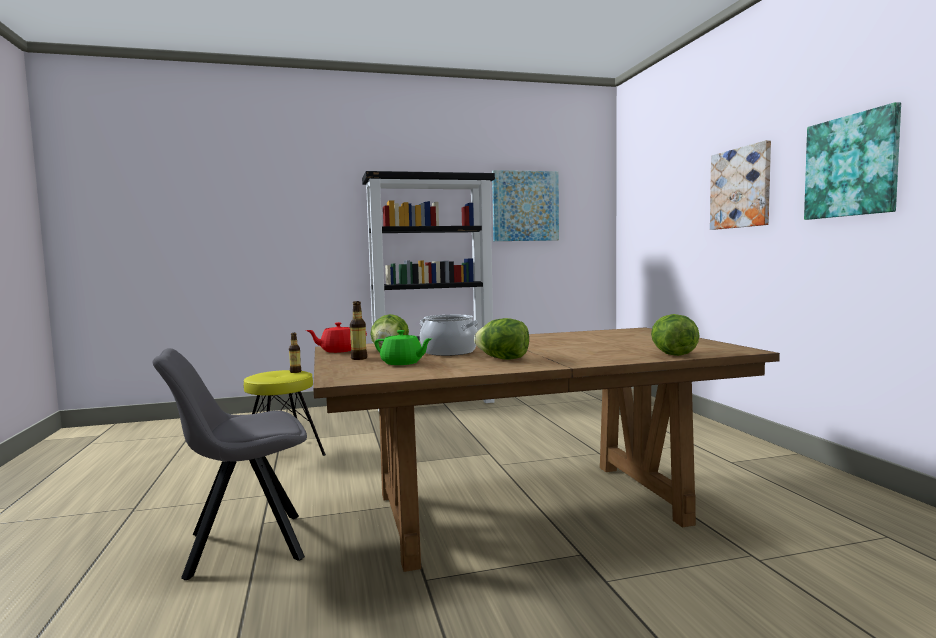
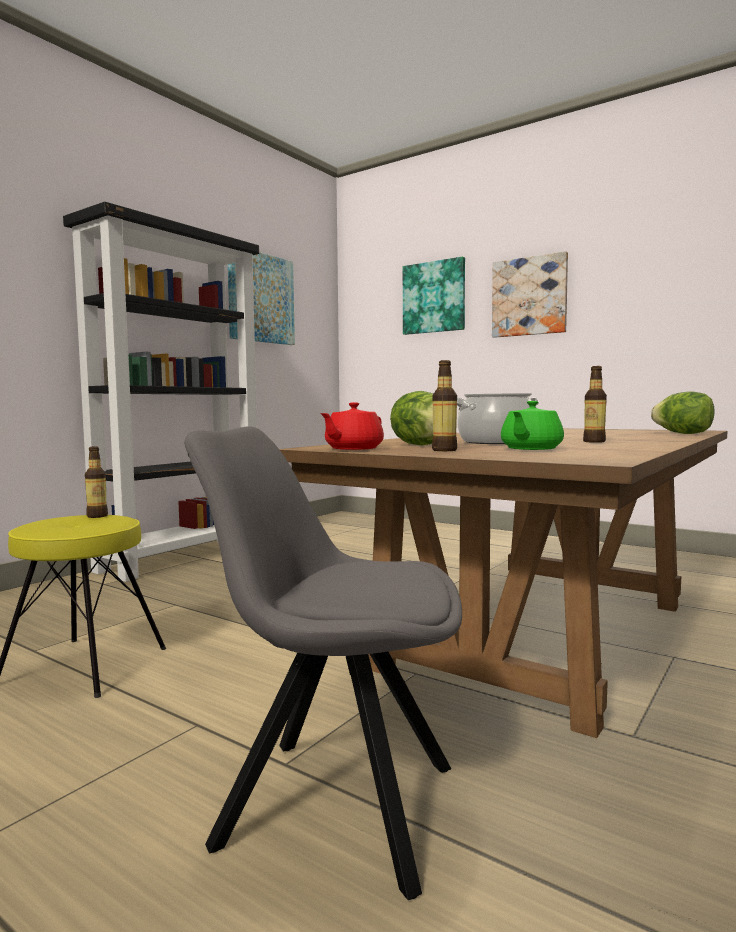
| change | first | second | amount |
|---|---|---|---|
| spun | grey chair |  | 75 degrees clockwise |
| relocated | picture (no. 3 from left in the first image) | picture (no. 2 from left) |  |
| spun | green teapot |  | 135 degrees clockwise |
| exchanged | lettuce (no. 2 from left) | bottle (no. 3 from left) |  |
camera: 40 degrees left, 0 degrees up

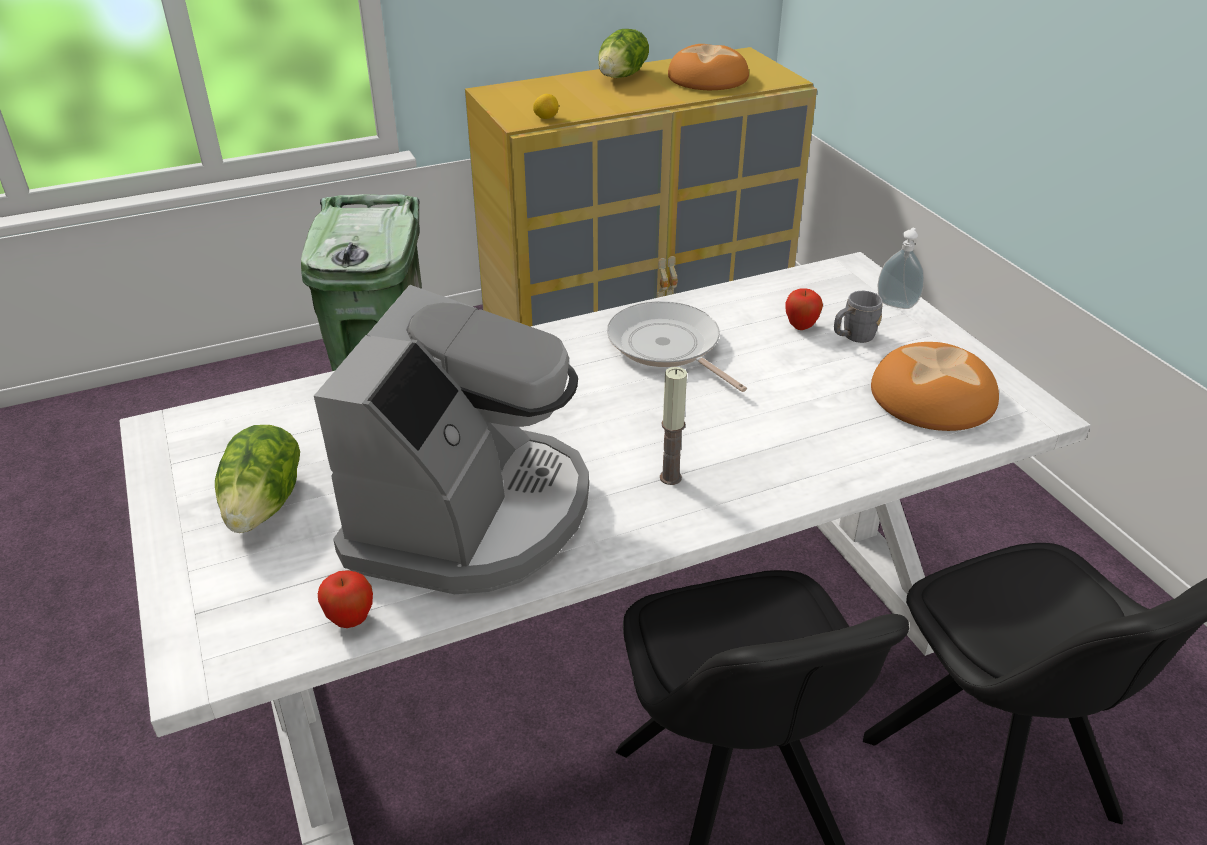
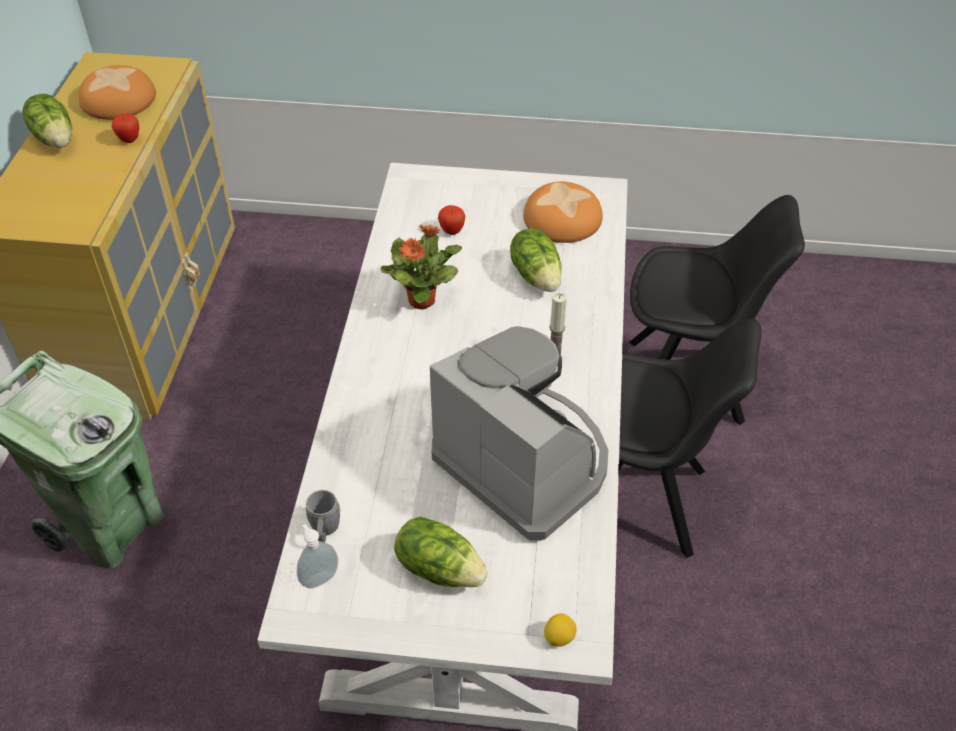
| change | first | second | amount |
|---|---|---|---|
| relocated | apple (no. 1 from left) |  |  |
| relocated | soap dispenser |  |  |
| relocated | grey mug |  |  |
| exchanged | frying pan | potted plant |  |
| appeared |  | lettuce (no. 3 from left) |  |
| relocated | lemon |  |  |
camera: 60 degrees left, 10 degrees up

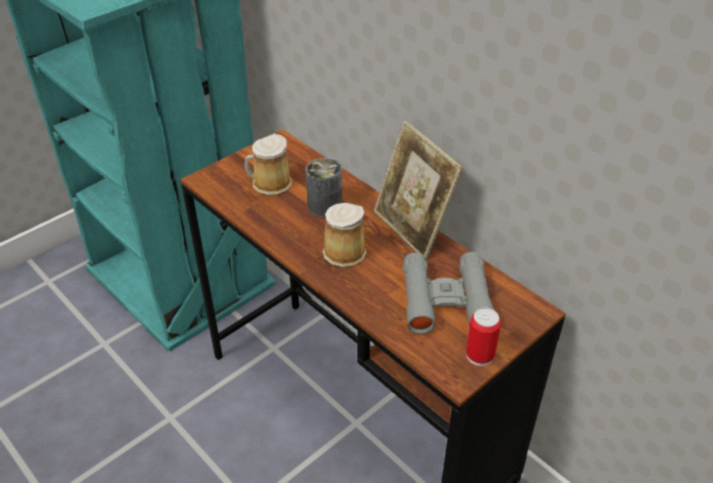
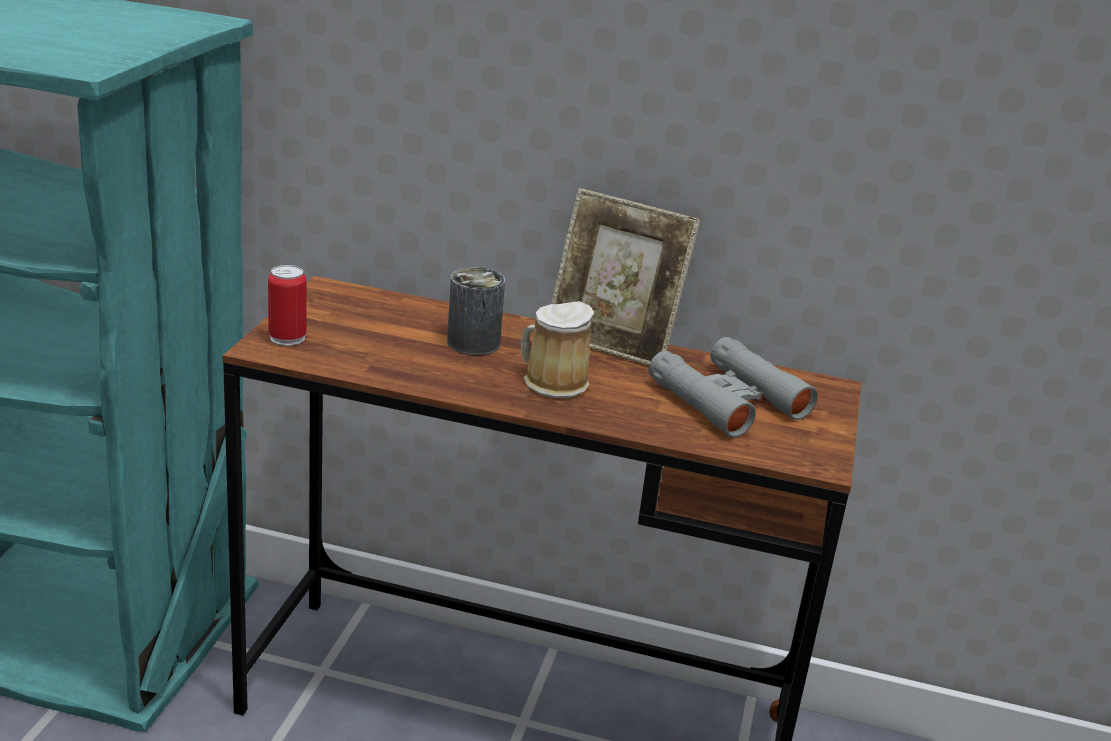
| change | first | second | amount |
|---|---|---|---|
| relocated | can (no. 2 from left in the first image) | can (no. 1 from left) |  |
| missing | mug (no. 1 from left) |  |  |
camera: 35 degrees left, 15 degrees down

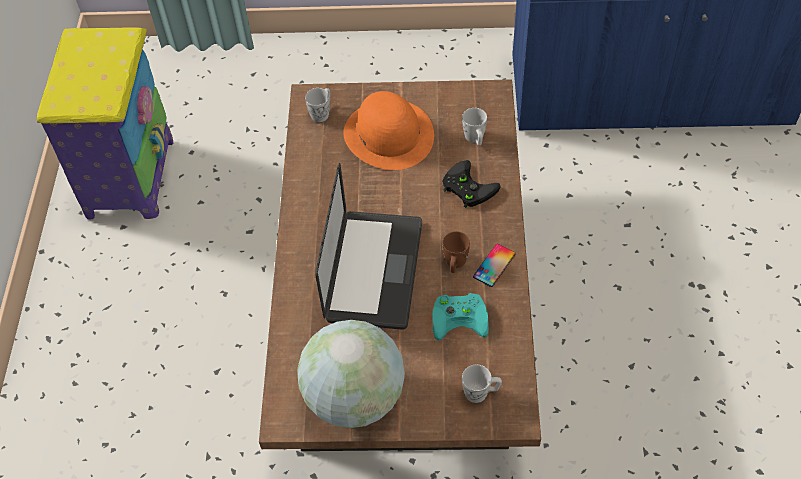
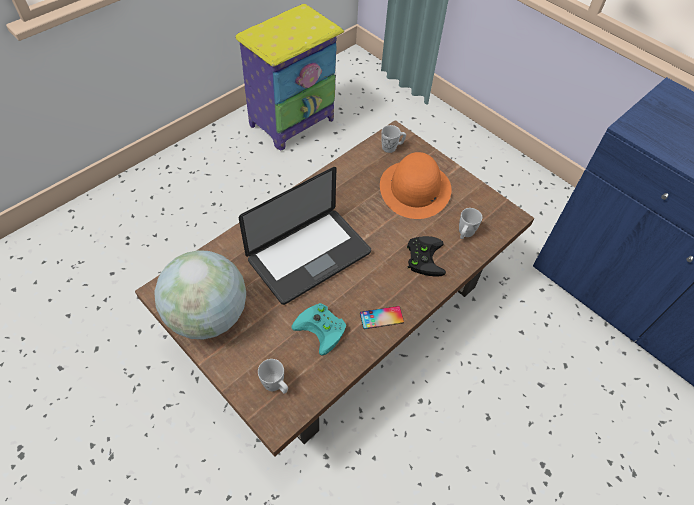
| change | first | second | amount |
|---|---|---|---|
| missing | brown mug |  |  |
camera: 40 degrees right, 0 degrees up

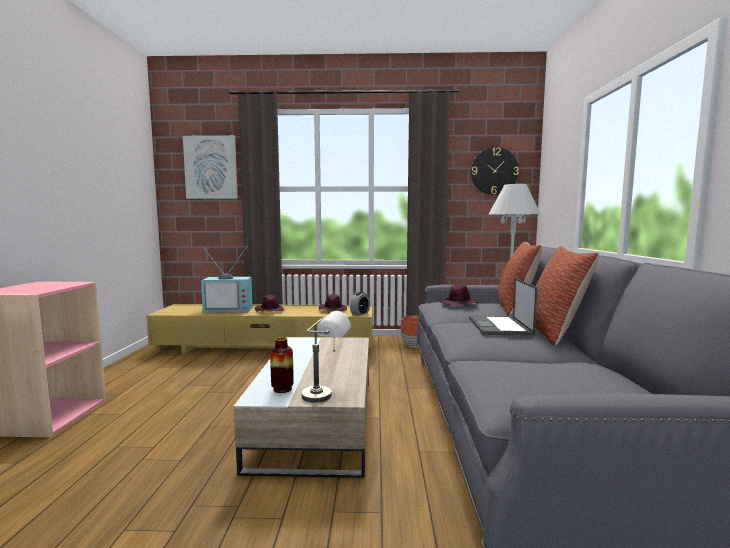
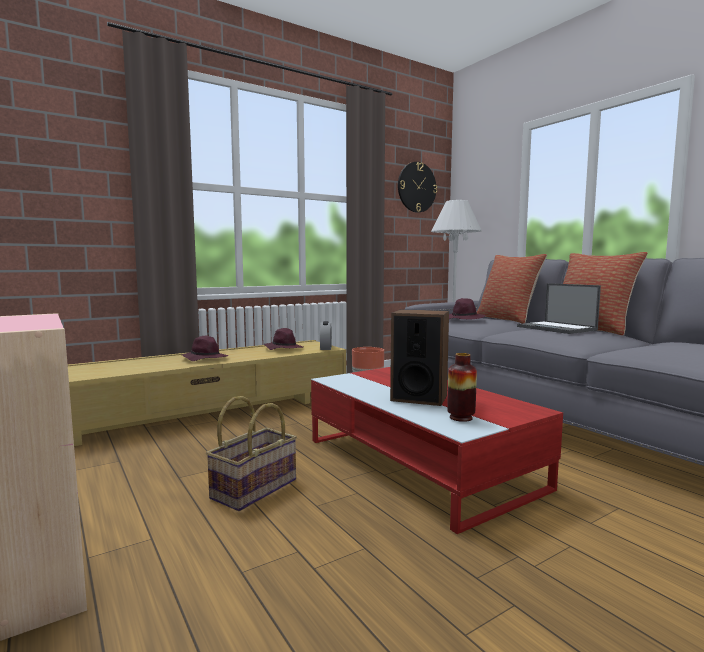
| change | first | second | amount |
|---|---|---|---|
| appeared |  | basket |  |
| colour | beige coffee table | red coffee table |  |
| appeared |  | speaker |  |
| missing | picture |  |  |
| missing | television |  |  |
| missing | grey table lamp |  |  |
camera: 35 degrees left, 0 degrees up

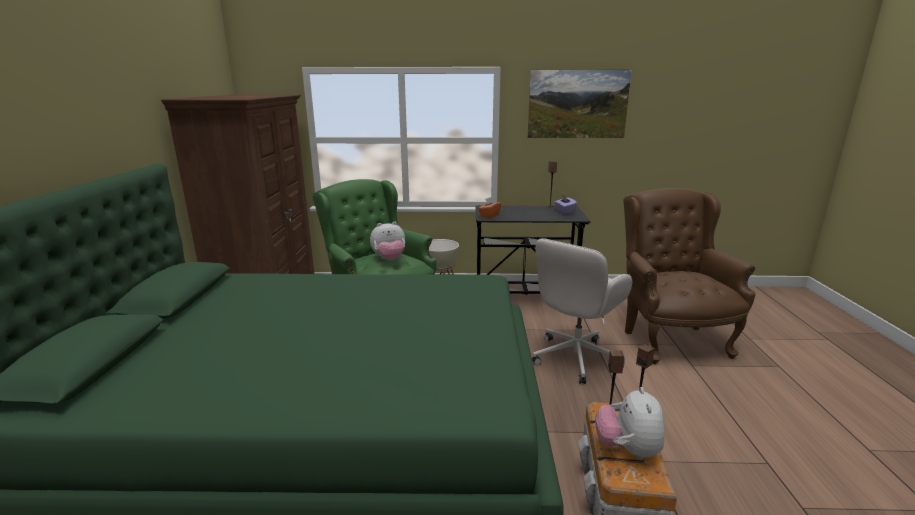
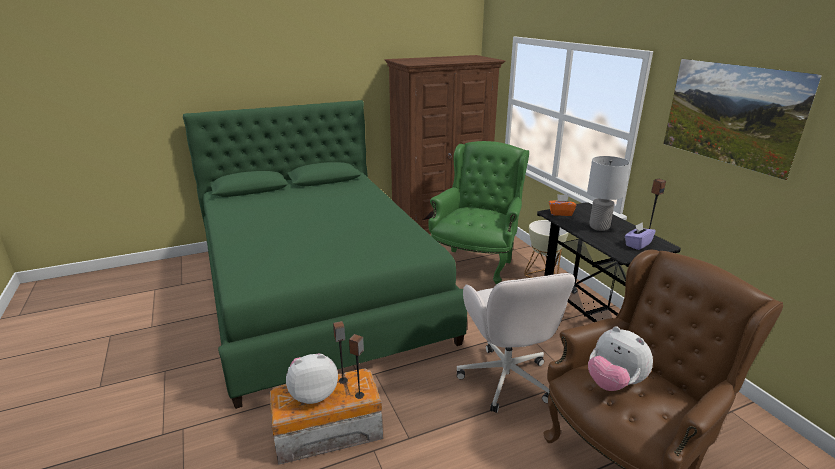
| change | first | second | amount |
|---|---|---|---|
| spun | white office chair |  | 120 degrees counterclockwise |
| appeared |  | grey table lamp |  |
| relocated | plush toy (no. 1 from left in the first image) | plush toy (no. 2 from left) |  |
camera: 65 degrees right, 5 degrees up

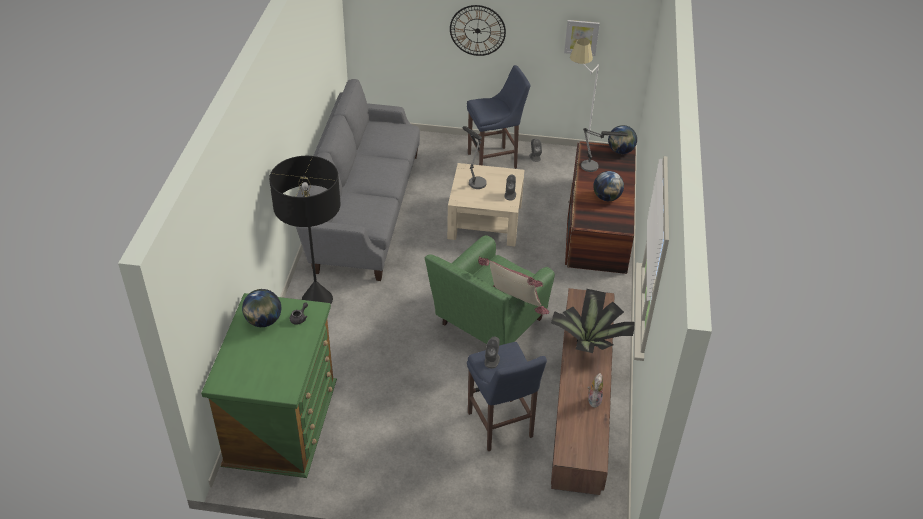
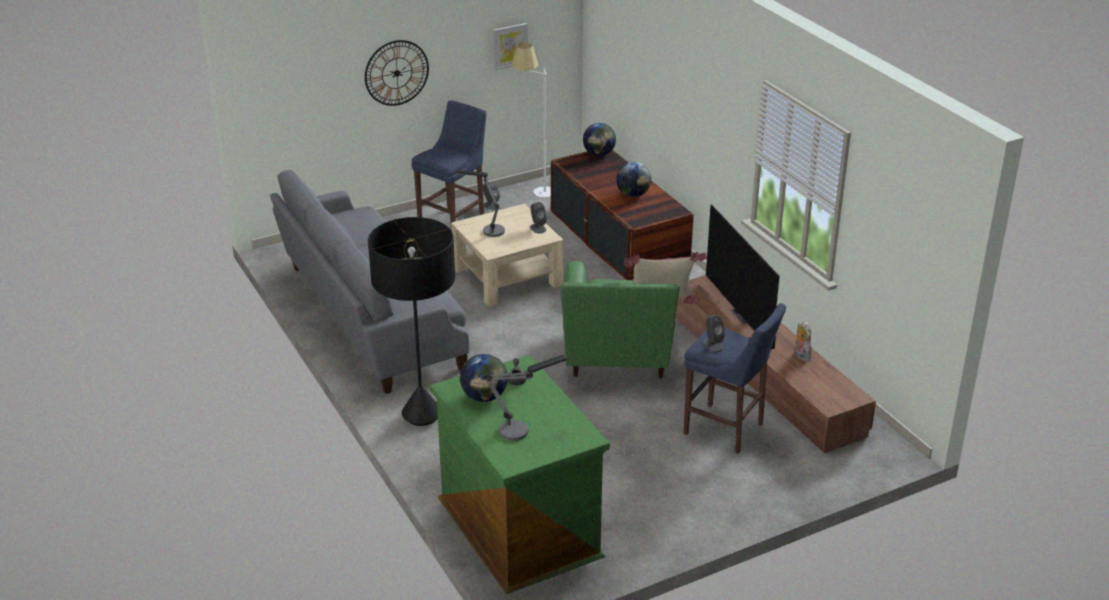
| change | first | second | amount |
|---|---|---|---|
| relocated | table lamp (no. 2 from left) |  |  |
| exchanged | potted plant | television |  |
camera: 35 degrees left, 10 degrees down

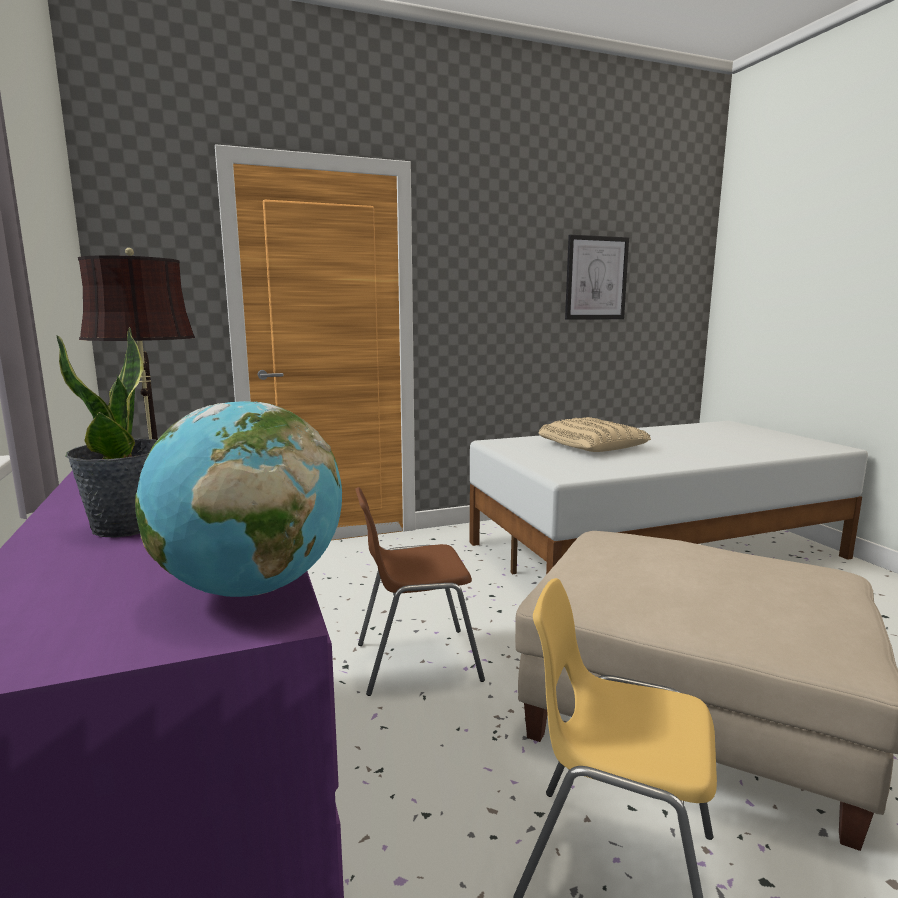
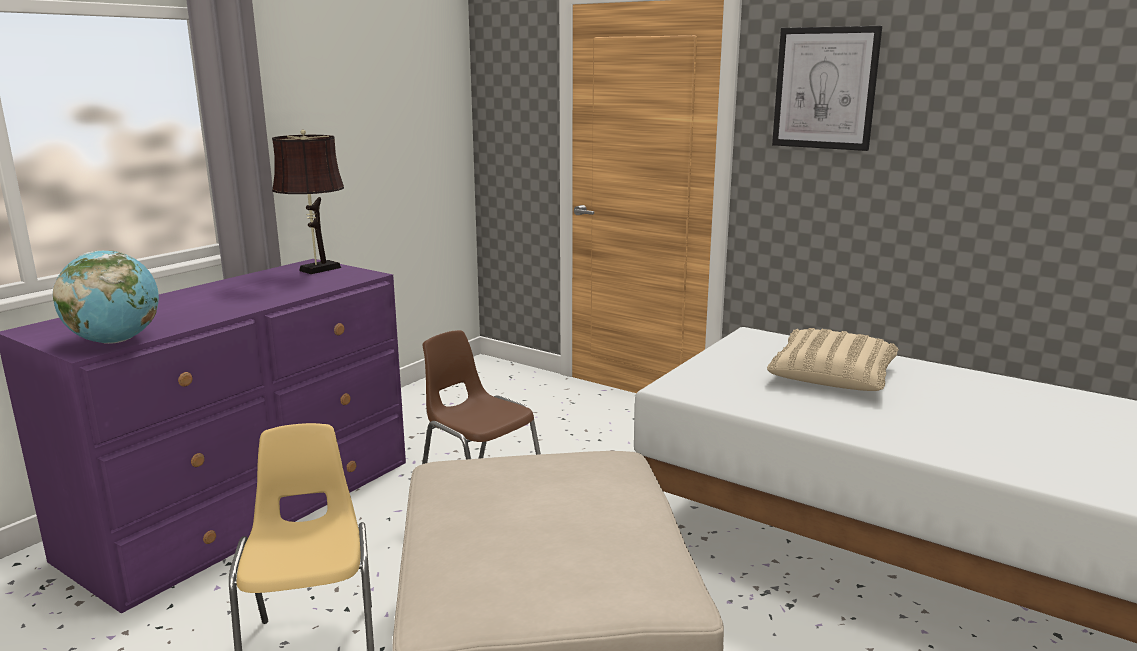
| change | first | second | amount |
|---|---|---|---|
| relocated | picture |  |  |
| missing | potted plant |  |  |
camera: 55 degrees right, 5 degrees up

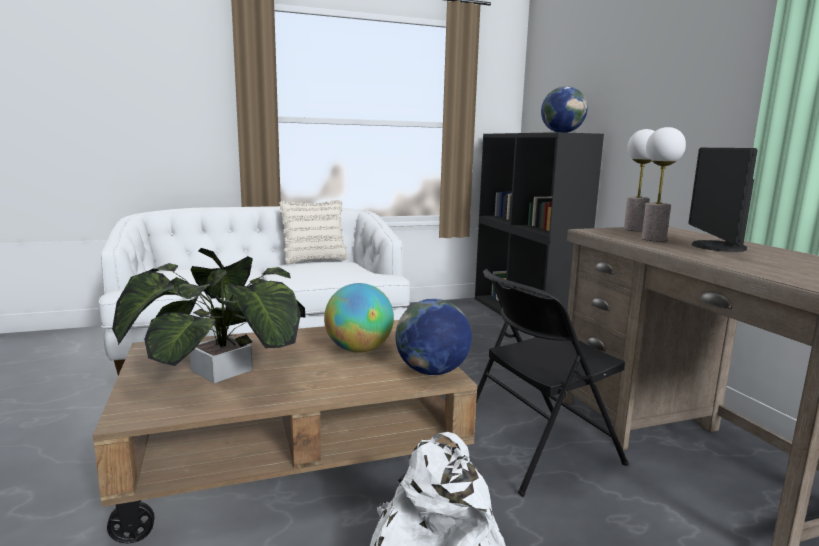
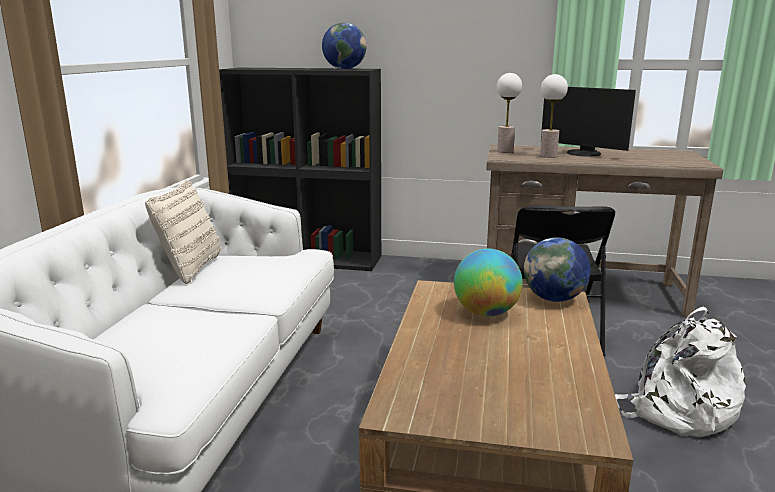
| change | first | second | amount |
|---|---|---|---|
| missing | potted plant |  |  |
camera: 60 degrees left, 5 degrees up

